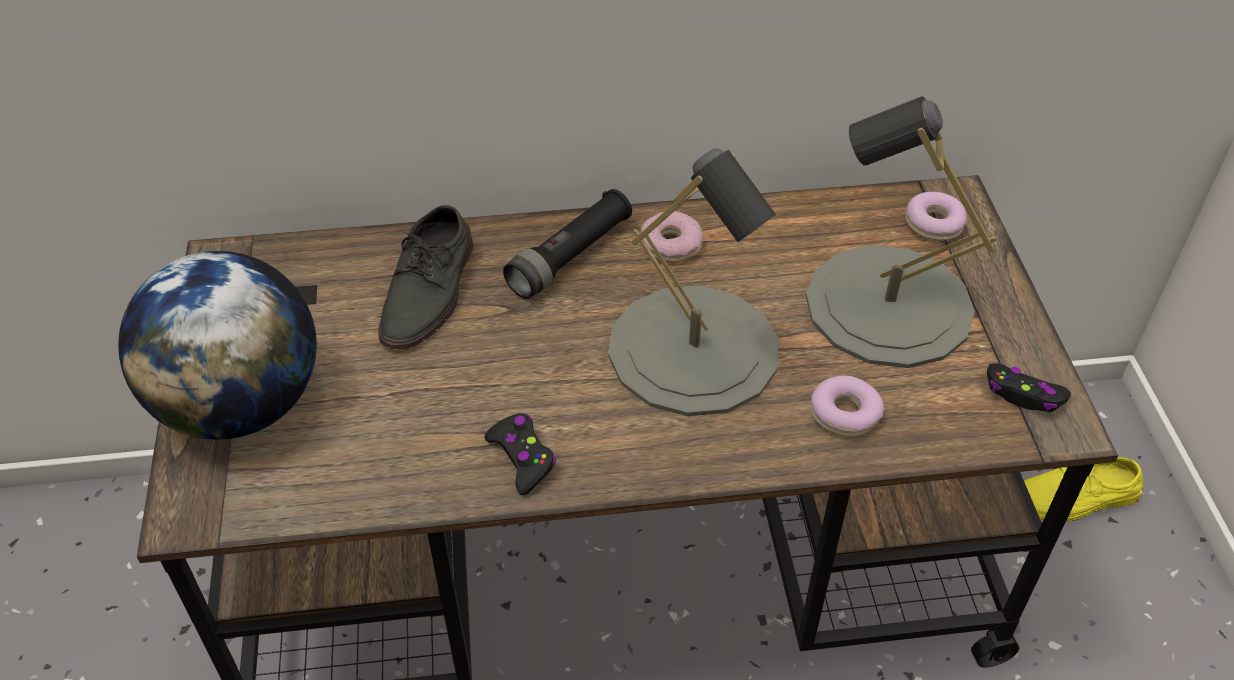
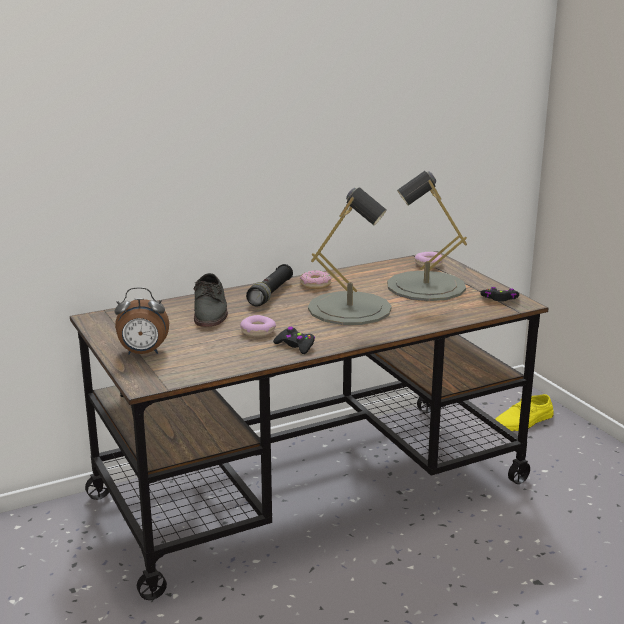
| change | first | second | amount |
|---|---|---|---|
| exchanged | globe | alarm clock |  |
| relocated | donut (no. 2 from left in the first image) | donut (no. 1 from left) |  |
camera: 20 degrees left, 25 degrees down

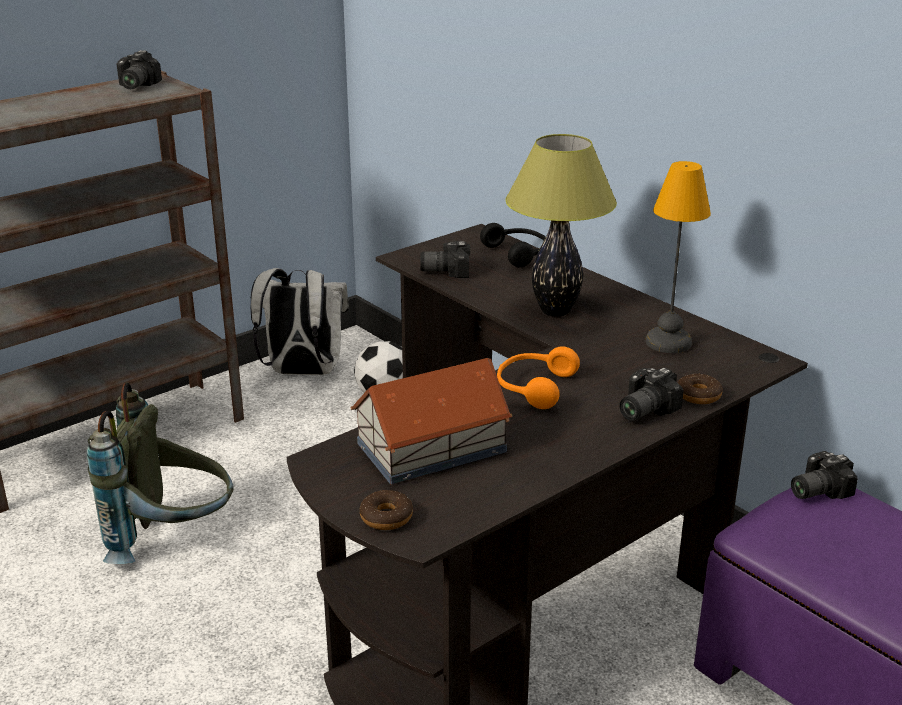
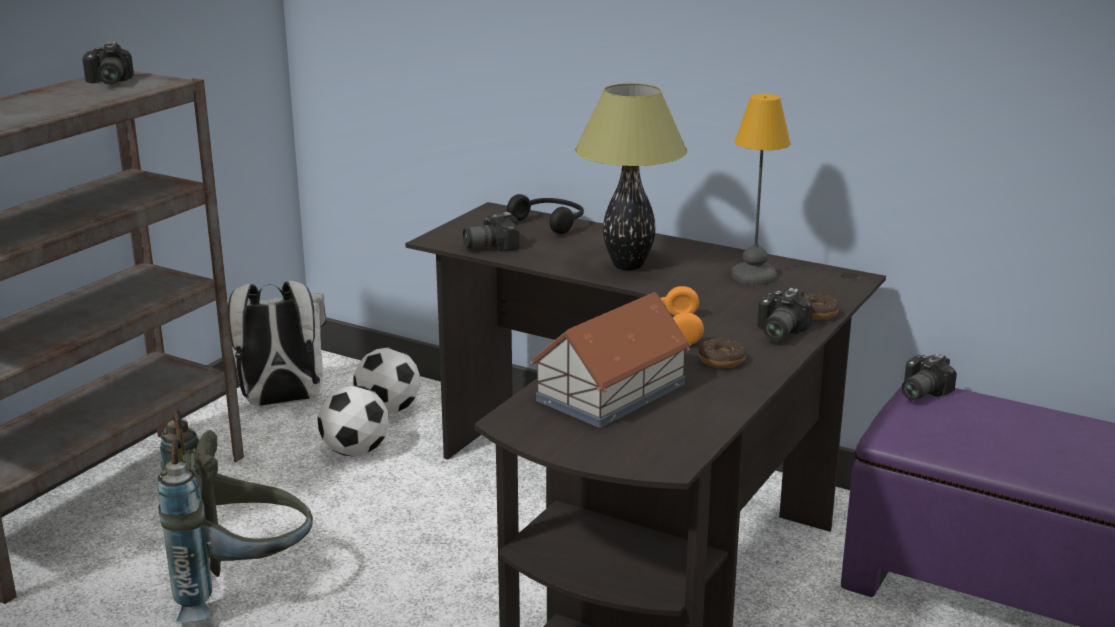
| change | first | second | amount |
|---|---|---|---|
| appeared |  | football (no. 1 from left) |  |
| relocated | donut (no. 1 from left) |  |  |
camera: 20 degrees left, 5 degrees down

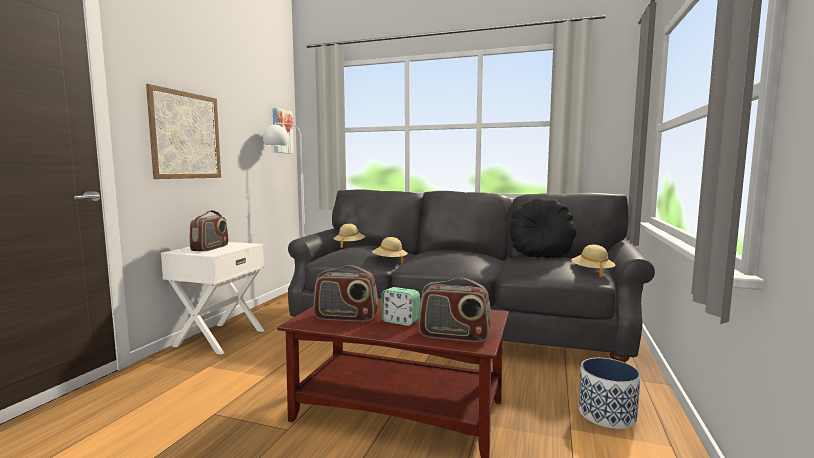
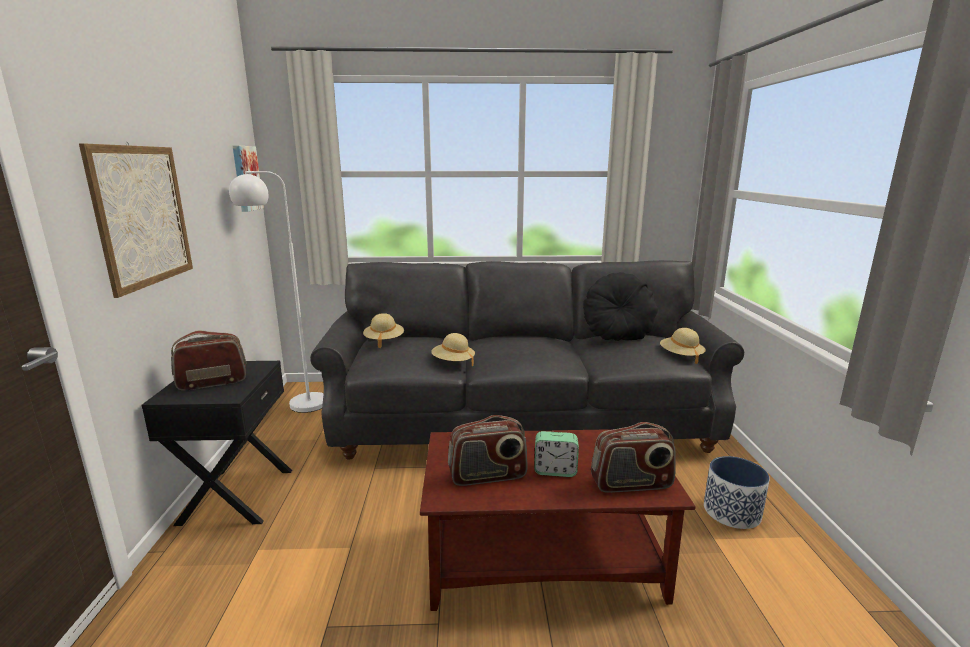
| change | first | second | amount |
|---|---|---|---|
| colour | white nightstand | black nightstand |  |
| spun | radio (no. 1 from left) |  | 105 degrees counterclockwise |
camera: 20 degrees left, 10 degrees up

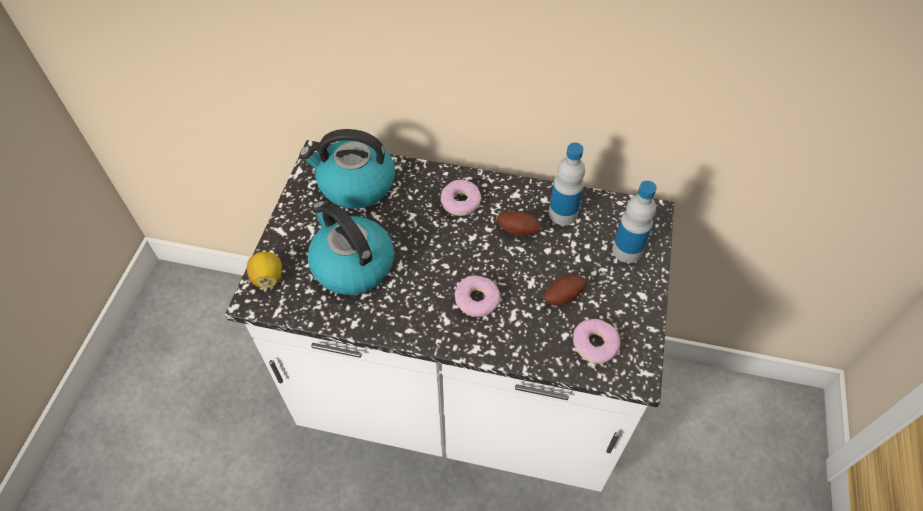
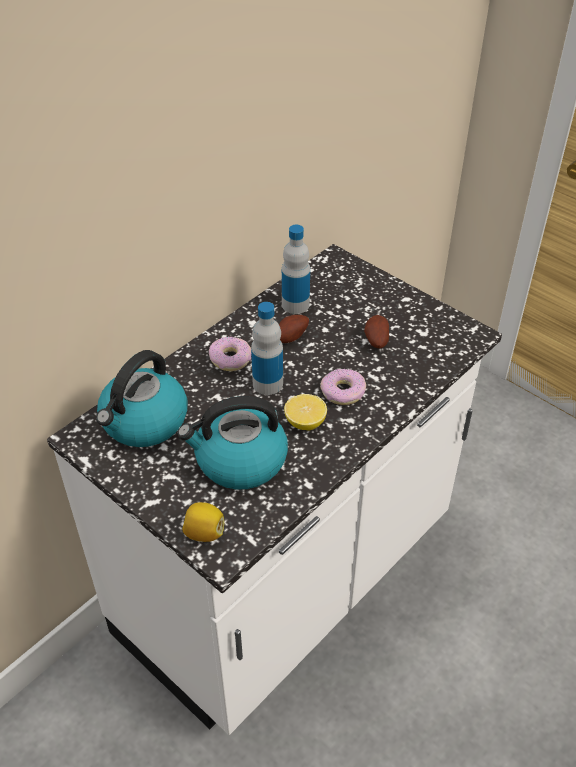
| change | first | second | amount |
|---|---|---|---|
| relocated | bottle (no. 2 from left in the first image) | bottle (no. 1 from left) |  |
| appeared |  | lemon (no. 2 from left) |  |
| missing | donut (no. 3 from left) |  |  |
camera: 60 degrees left, 10 degrees down

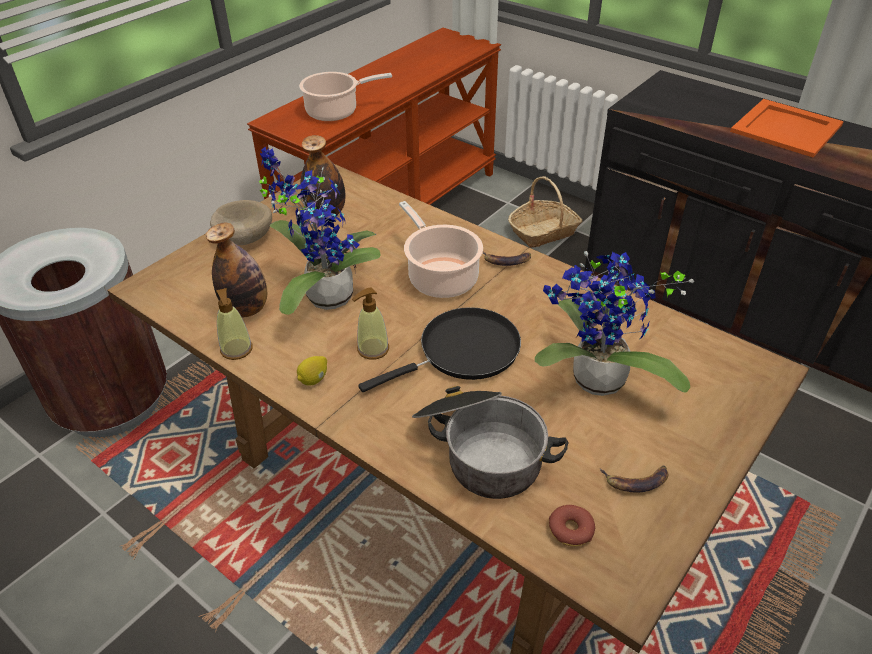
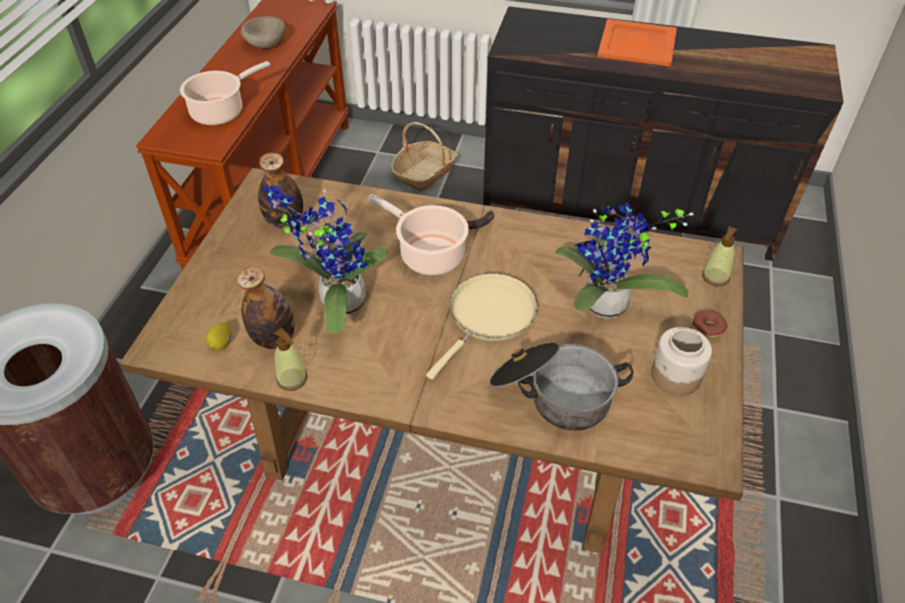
| change | first | second | amount |
|---|---|---|---|
| relocated | lemon |  |  |
| relocated | beige bowl |  |  |
| colour | black frying pan | beige frying pan |  |
| exchanged | banana (no. 2 from left) | jar |  |
| relocated | donut |  |  |
| relocated | soap dispenser (no. 2 from left) |  |  |
camera: 25 degrees left, 5 degrees up

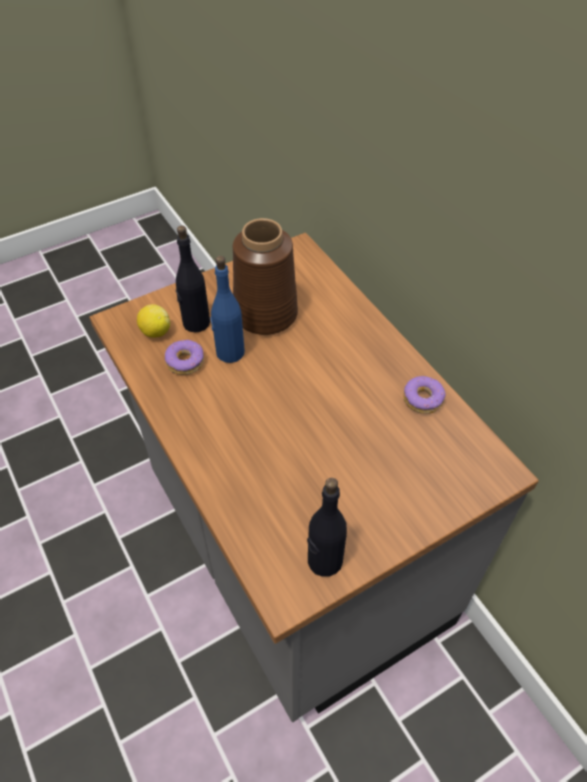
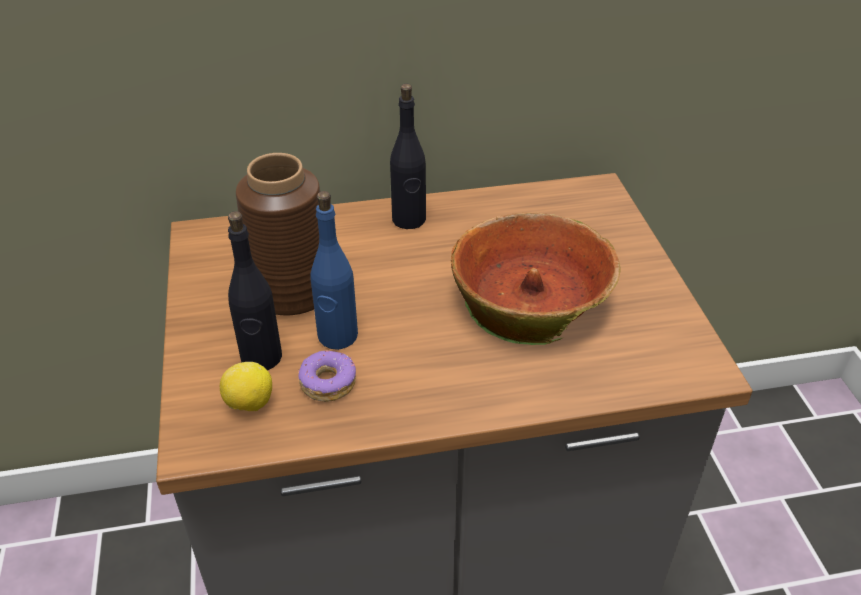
| change | first | second | amount |
|---|---|---|---|
| relocated | black bottle (no. 2 from left) |  |  |
| appeared |  | bowl |  |
| missing | donut (no. 2 from left) |  |  |
camera: 70 degrees left, 10 degrees down

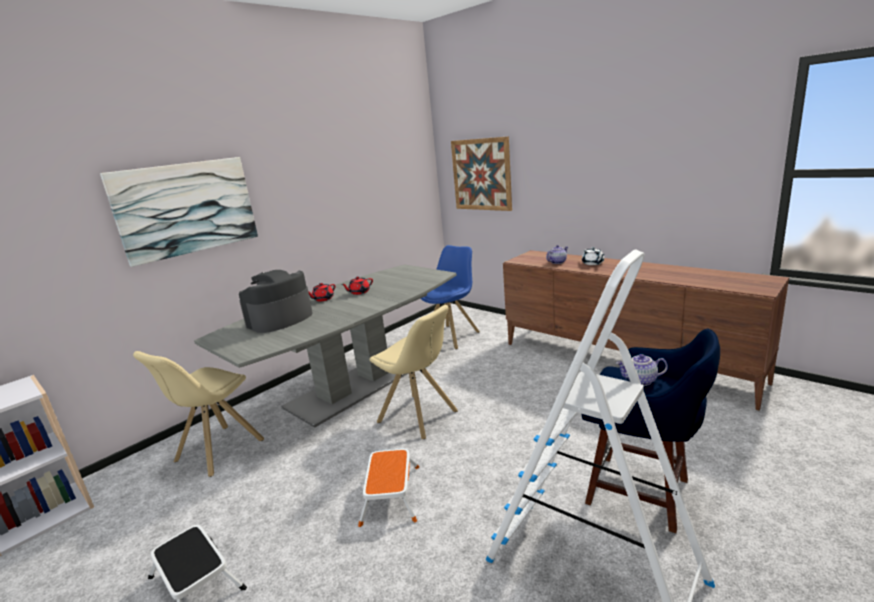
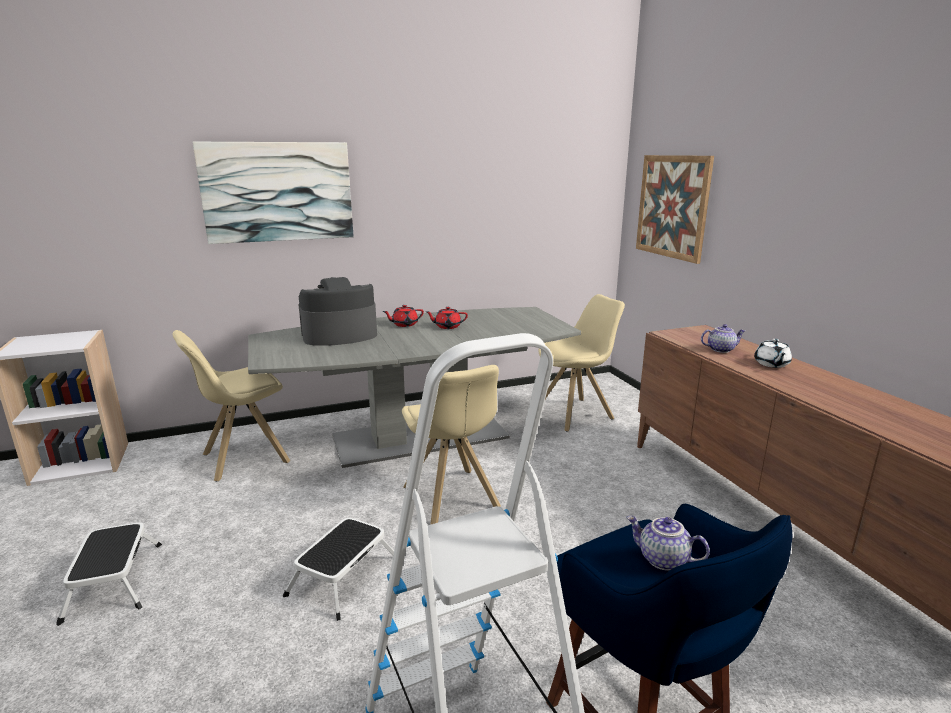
| change | first | second | amount |
|---|---|---|---|
| colour | orange step ladder | black step ladder (no. 2 from left) |  |
| colour | blue chair | beige chair (no. 3 from left) |  |
camera: 25 degrees right, 0 degrees up

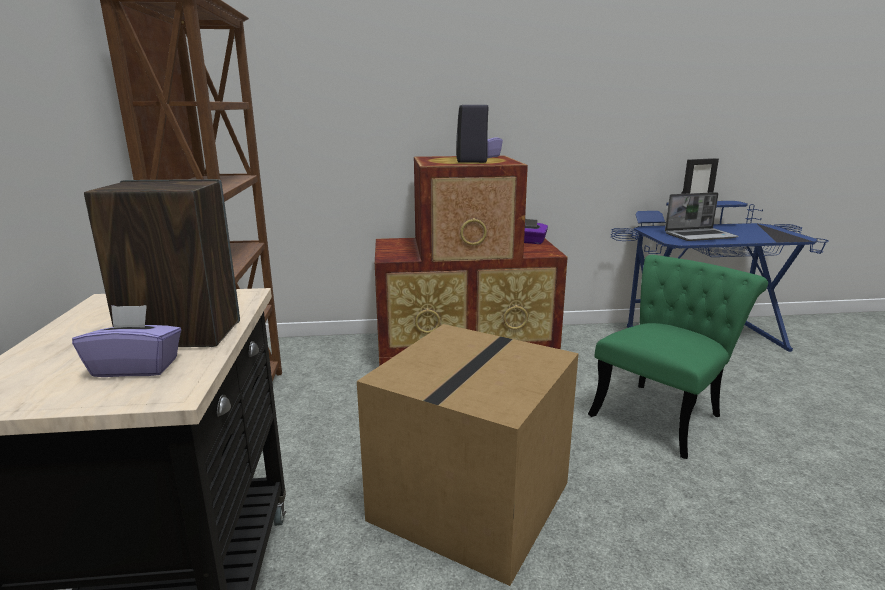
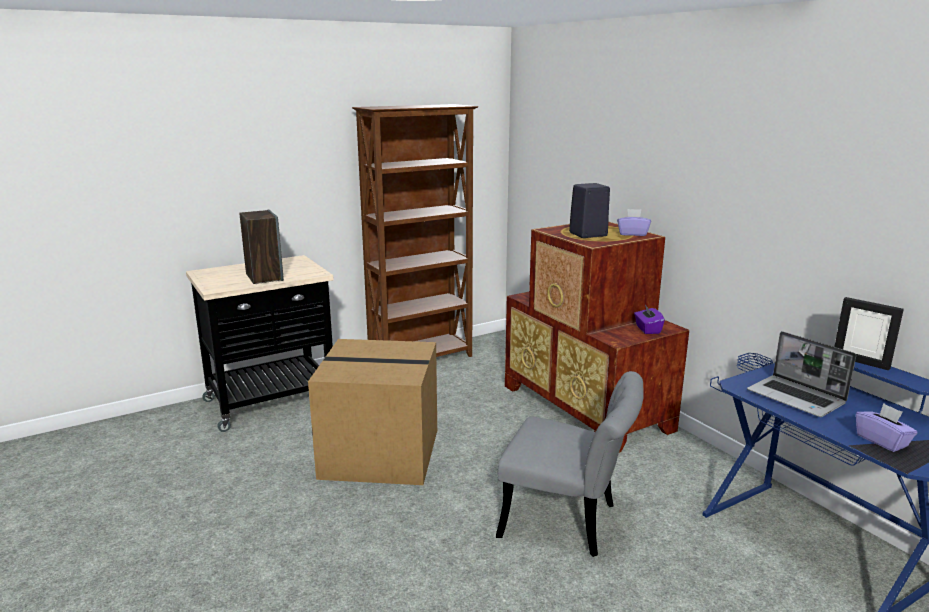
| change | first | second | amount |
|---|---|---|---|
| colour | green chair | grey chair |  |
| relocated | purple tissue box (no. 1 from left in the first image) | purple tissue box (no. 3 from left) |  |
camera: 65 degrees right, 0 degrees up

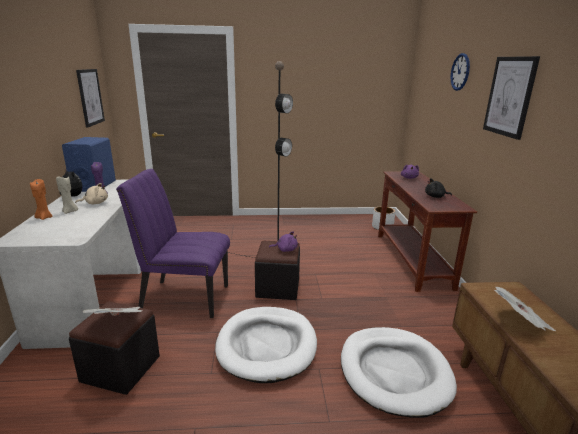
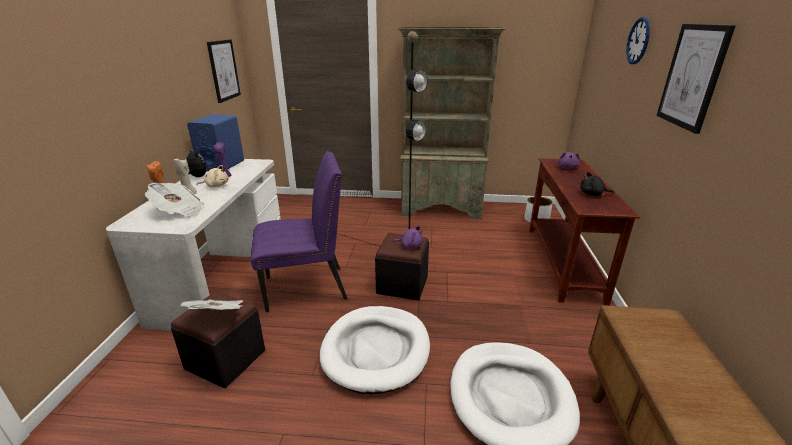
| change | first | second | amount |
|---|---|---|---|
| relocated | newspaper (no. 2 from left in the first image) | newspaper (no. 1 from left) |  |
| spun | purple chair |  | 150 degrees clockwise |
| appeared |  | green bookcase |  |
camera: 10 degrees right, 5 degrees up

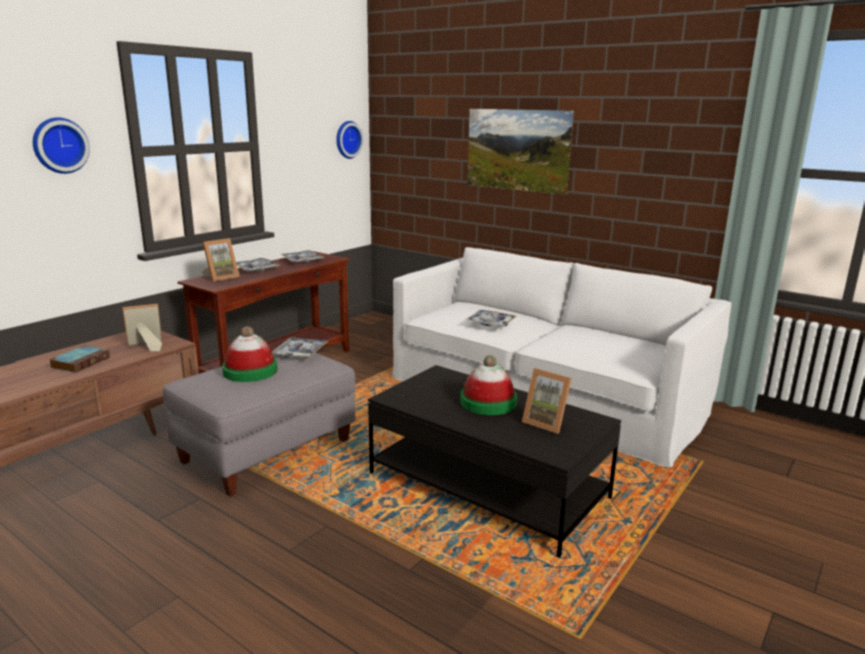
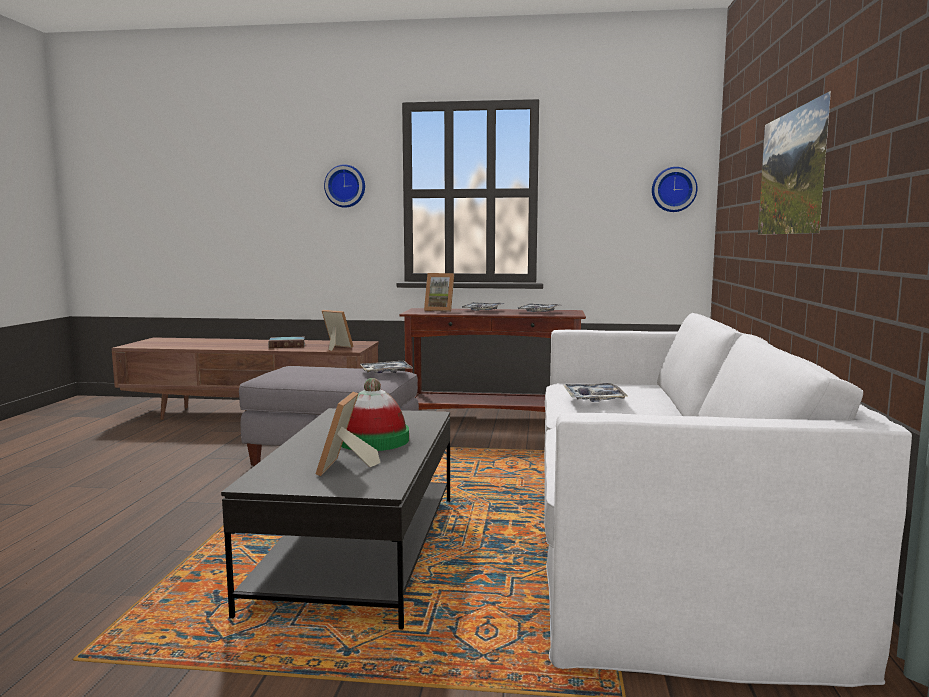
| change | first | second | amount |
|---|---|---|---|
| missing | hat (no. 1 from left) |  |  |
camera: 60 degrees right, 10 degrees down

